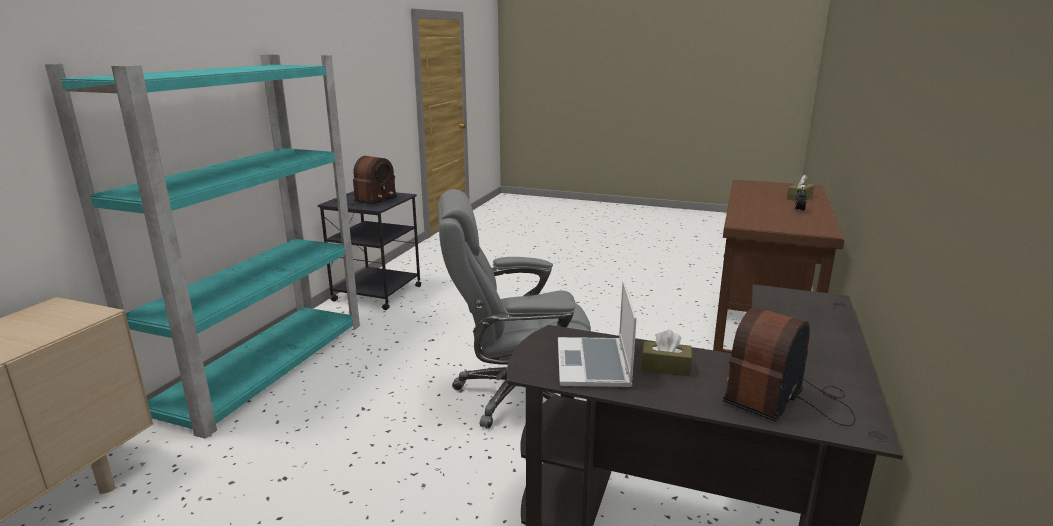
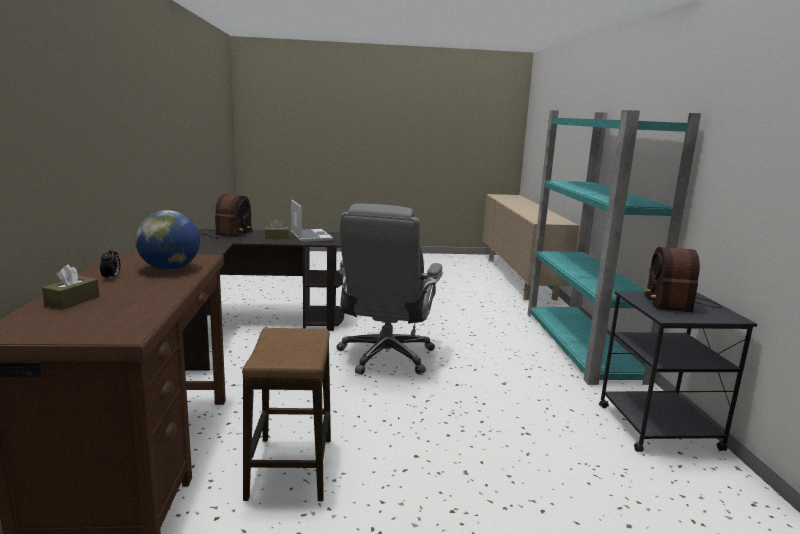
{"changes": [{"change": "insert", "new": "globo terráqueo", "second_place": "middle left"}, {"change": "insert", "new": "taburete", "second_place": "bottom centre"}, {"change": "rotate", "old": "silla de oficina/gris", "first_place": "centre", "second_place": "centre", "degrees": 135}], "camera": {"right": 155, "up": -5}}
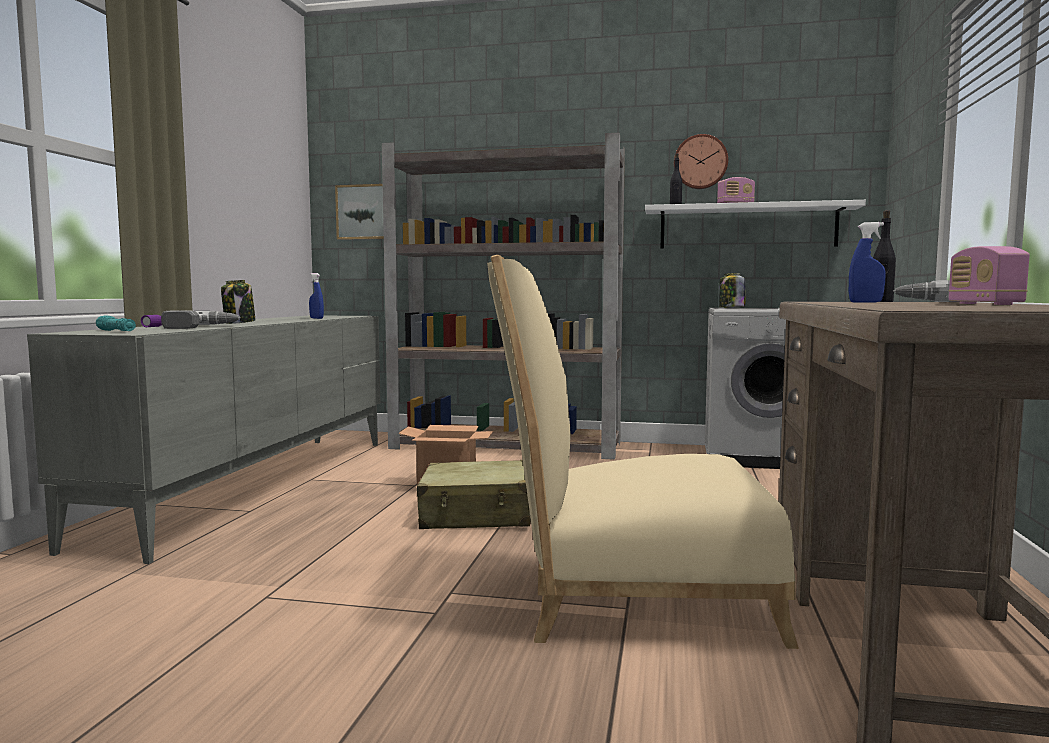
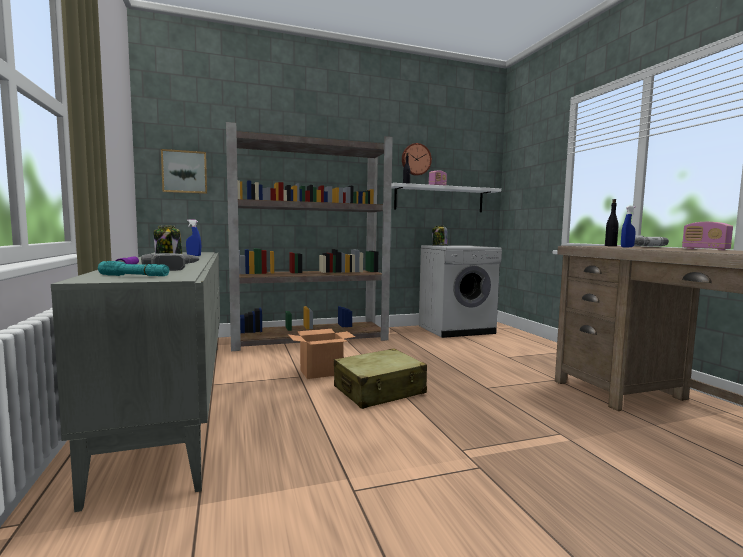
{"changes": [{"change": "delete", "old": "silla/beis", "first_place": "centre"}], "camera": {"right": -30, "up": 0}}
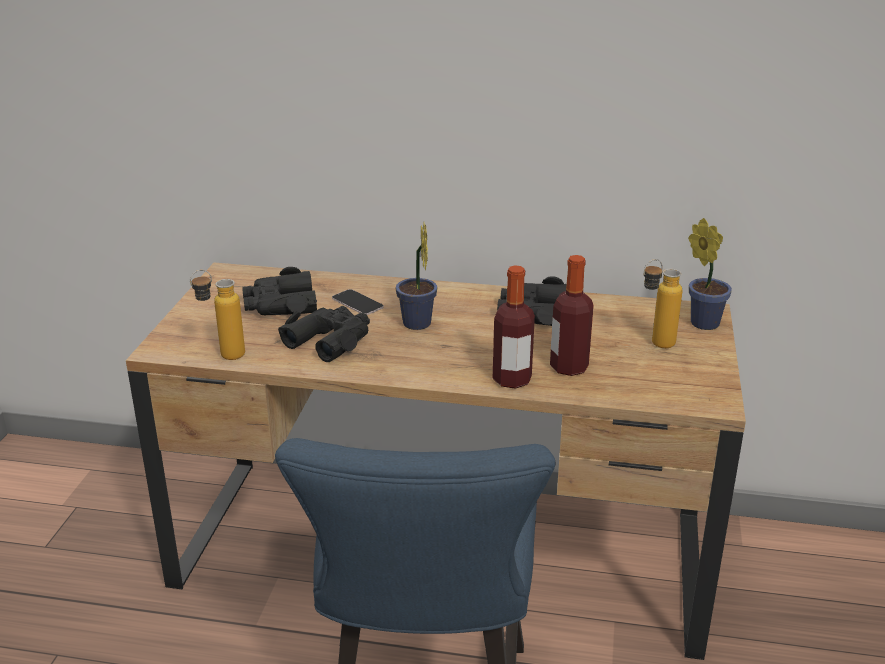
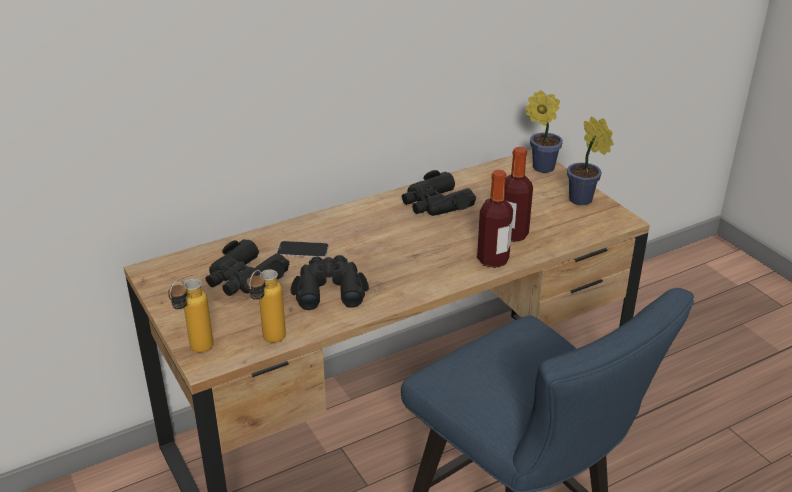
{"changes": [{"change": "move", "old": "botella (4th from left in the first image)", "new": "botella (1st from left)", "first_place": "middle right", "second_place": "middle left"}, {"change": "move", "old": "planta en maceta (1st from left in the first image)", "new": "planta en maceta (2nd from left)", "first_place": "centre", "second_place": "top right"}], "camera": {"right": -40, "up": 5}}
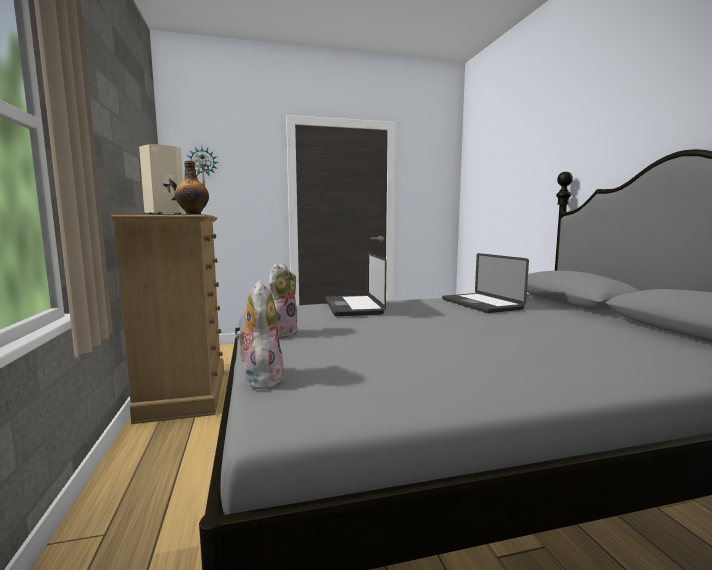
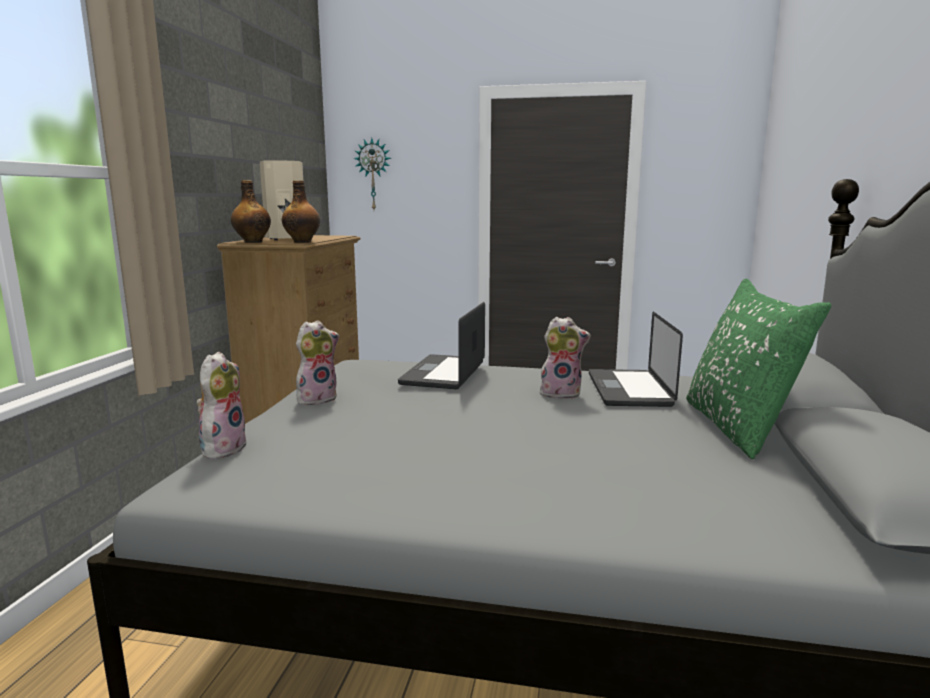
{"changes": [{"change": "insert", "new": "botella (1st from left)", "second_place": "top left"}, {"change": "insert", "new": "peluche (3rd from left)", "second_place": "centre"}, {"change": "insert", "new": "cojín/verde", "second_place": "middle right"}], "camera": {"right": 25, "up": 5}}
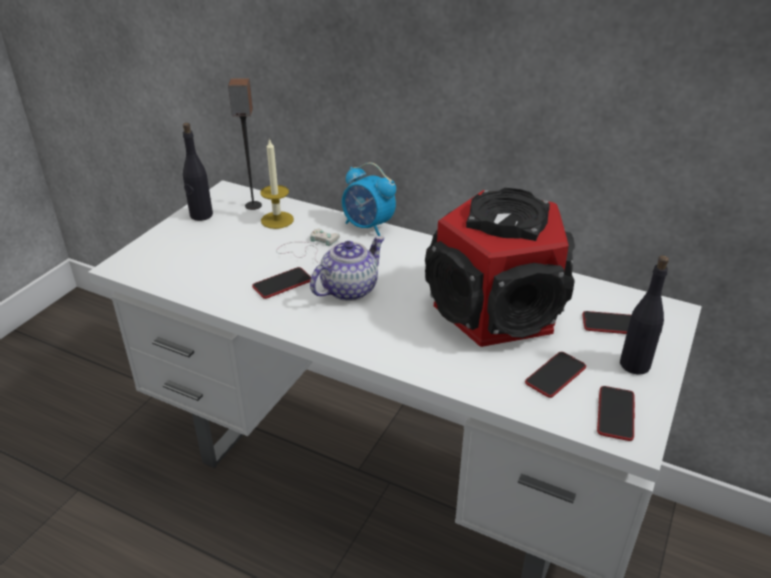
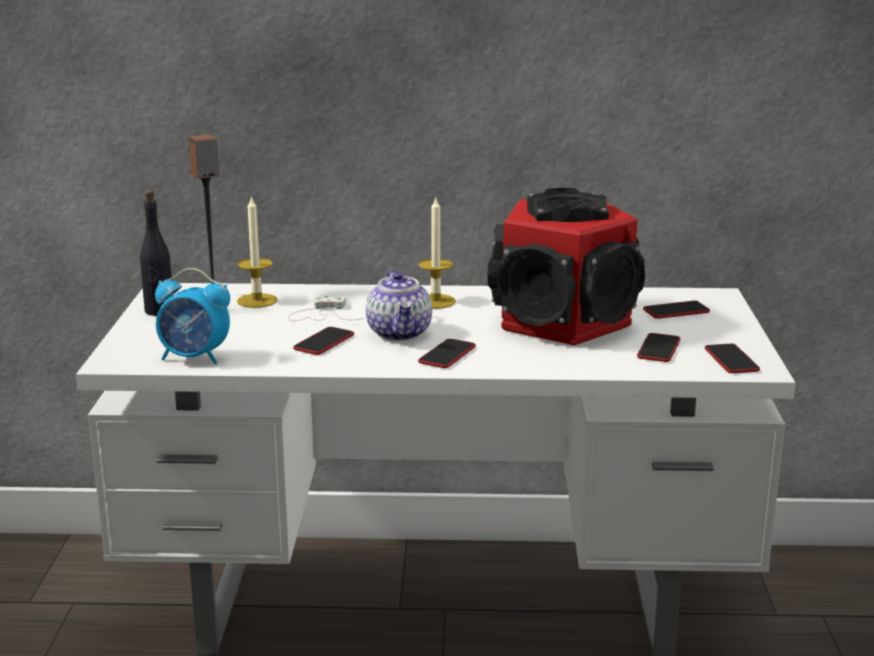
{"changes": [{"change": "move", "old": "despertador", "first_place": "centre", "second_place": "middle left"}, {"change": "rotate", "old": "tetera", "first_place": "centre", "second_place": "centre", "degrees": 150}, {"change": "insert", "new": "vela (2nd from left)", "second_place": "centre"}, {"change": "insert", "new": "móvil (2nd from left)", "second_place": "centre"}, {"change": "delete", "old": "botella/negro (2nd from left)", "first_place": "middle right"}], "camera": {"right": -25, "up": -15}}
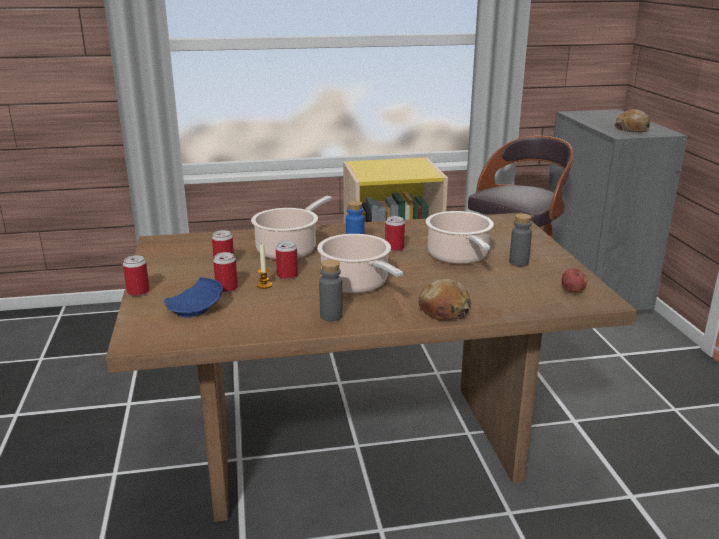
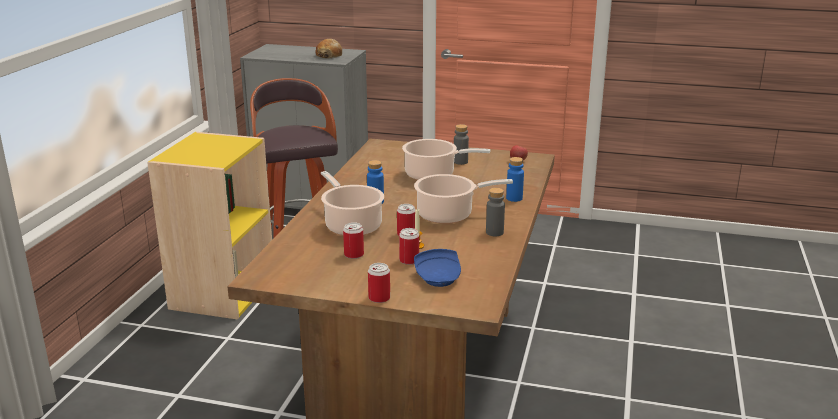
{"changes": [{"change": "replace", "old": "pan (1st from left)", "new": "botella/azul (2nd from left)", "first_place": "centre", "second_place": "centre"}, {"change": "delete", "old": "lata (5th from left)", "first_place": "centre"}], "camera": {"right": -65, "up": 0}}
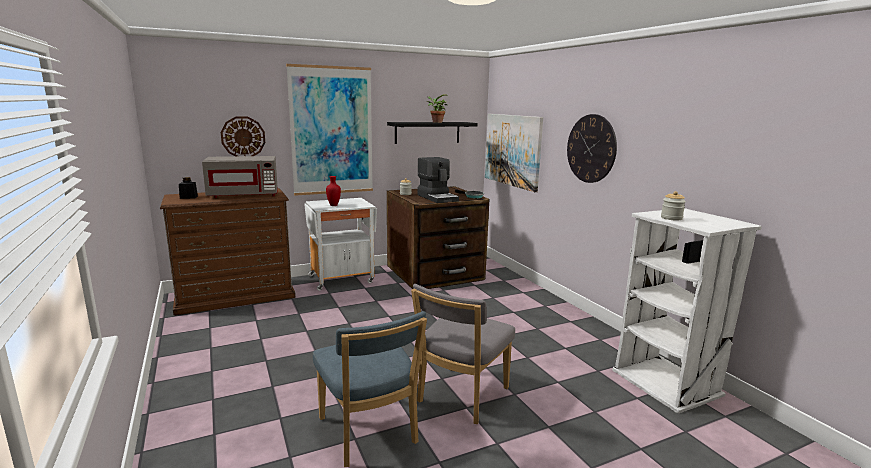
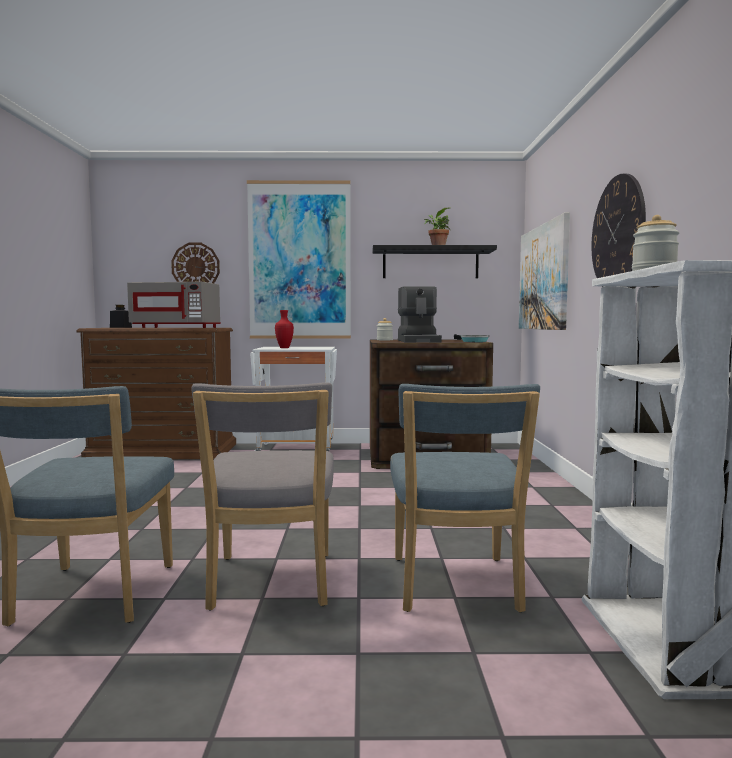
{"changes": [{"change": "rotate", "old": "silla/gris", "first_place": "bottom centre", "second_place": "centre", "degrees": -60}, {"change": "insert", "new": "silla/azul (2nd from left)", "second_place": "centre"}], "camera": {"right": 25, "up": -10}}
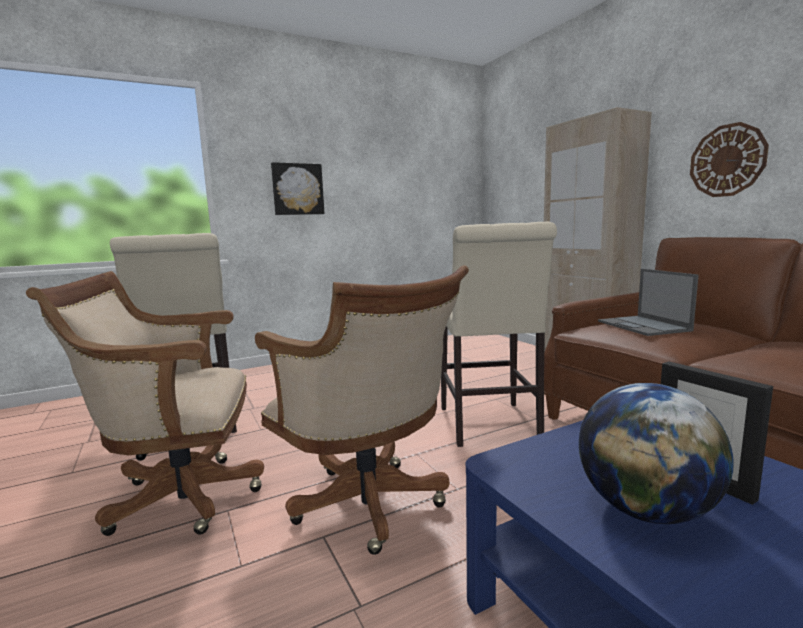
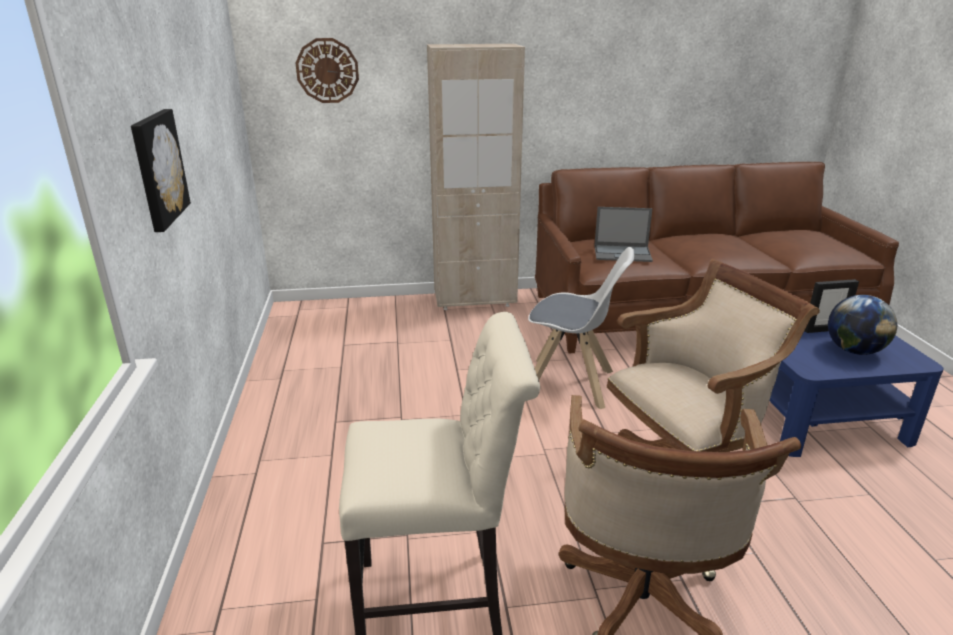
{"changes": [{"change": "move", "old": "reloj de pared", "first_place": "top right", "second_place": "top centre"}, {"change": "replace", "old": "taburete/beis (2nd from left)", "new": "silla", "first_place": "centre", "second_place": "centre"}], "camera": {"right": -70, "up": 15}}
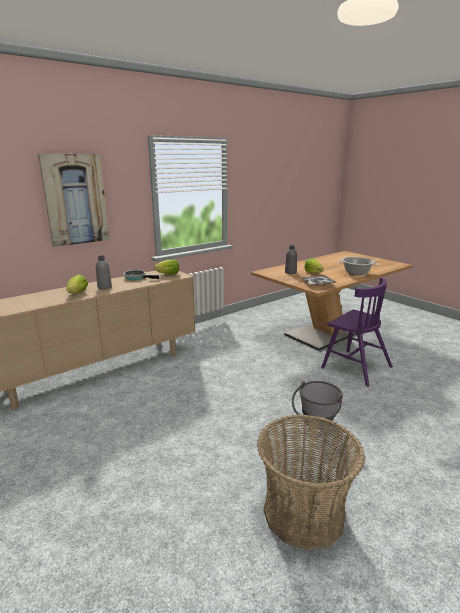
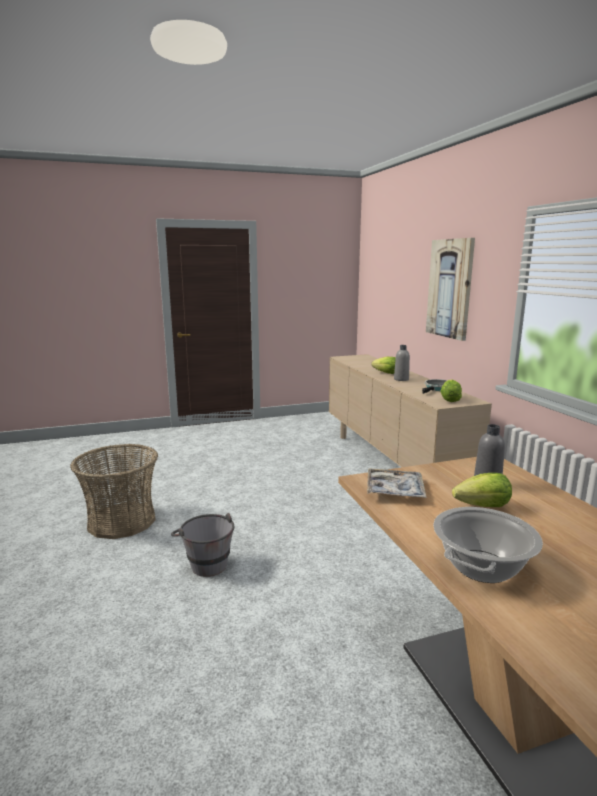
{"changes": [{"change": "delete", "old": "silla/morado", "first_place": "middle right"}], "camera": {"right": 110, "up": -5}}
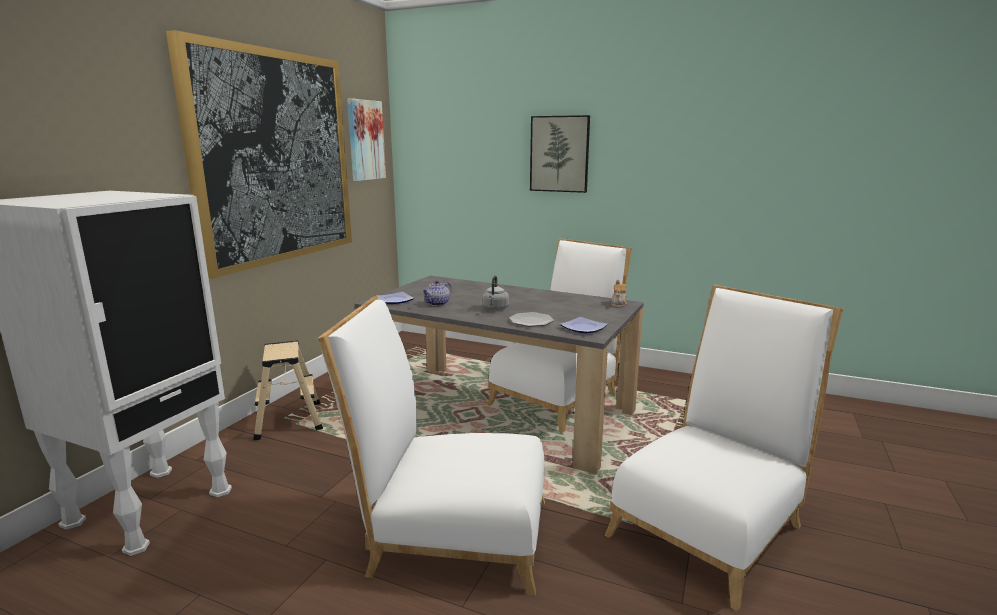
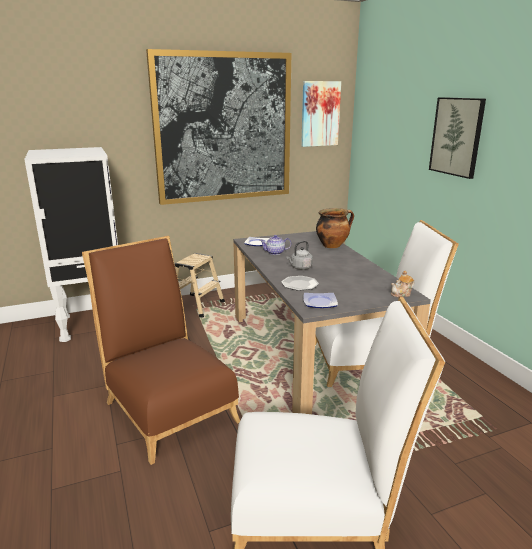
{"changes": [{"change": "recolor", "old": "silla/blanco (1st from left)", "new": "silla/marrón", "first_place": "bottom centre", "second_place": "middle left"}, {"change": "insert", "new": "olla", "second_place": "centre"}], "camera": {"right": 45, "up": 5}}
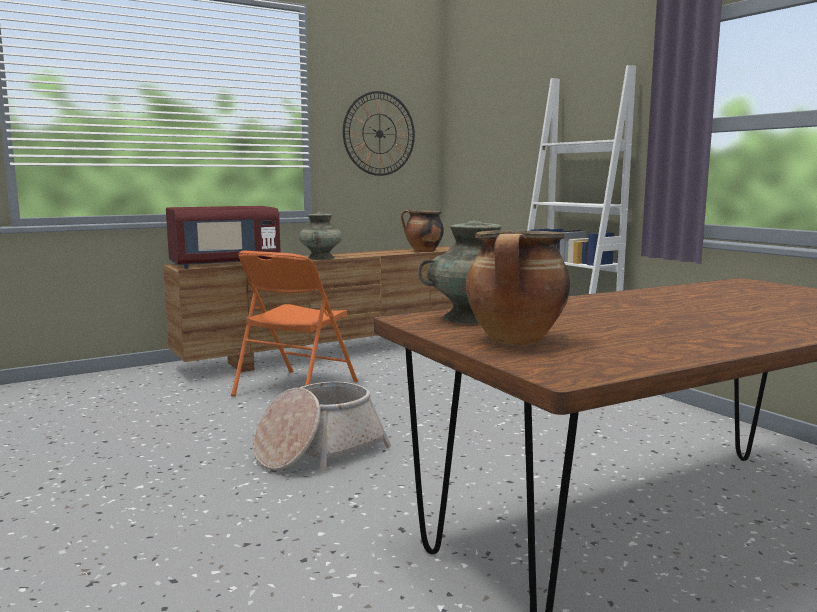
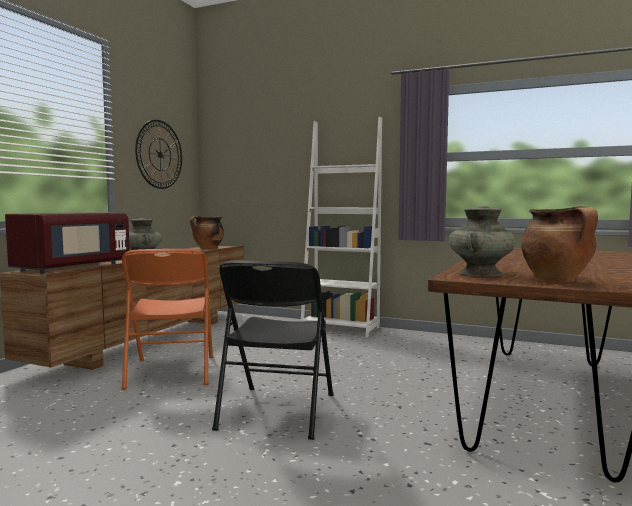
{"changes": [{"change": "replace", "old": "cesta", "new": "silla/negro", "first_place": "bottom centre", "second_place": "bottom centre"}], "camera": {"right": -35, "up": -5}}
